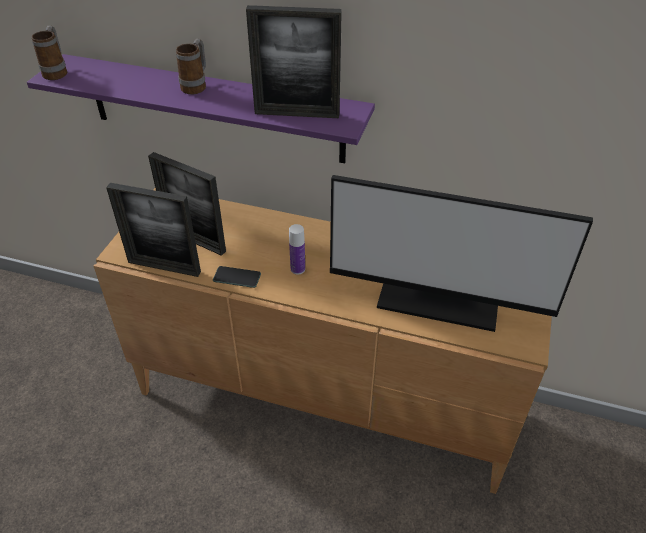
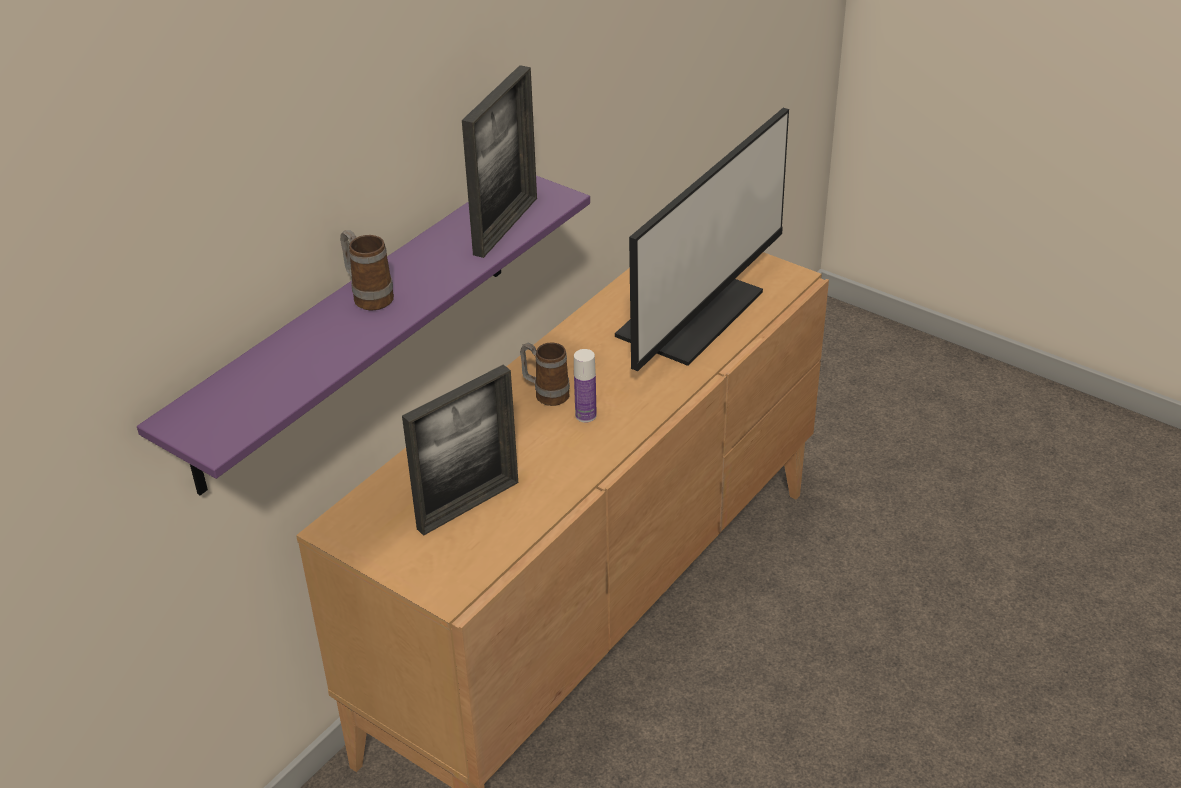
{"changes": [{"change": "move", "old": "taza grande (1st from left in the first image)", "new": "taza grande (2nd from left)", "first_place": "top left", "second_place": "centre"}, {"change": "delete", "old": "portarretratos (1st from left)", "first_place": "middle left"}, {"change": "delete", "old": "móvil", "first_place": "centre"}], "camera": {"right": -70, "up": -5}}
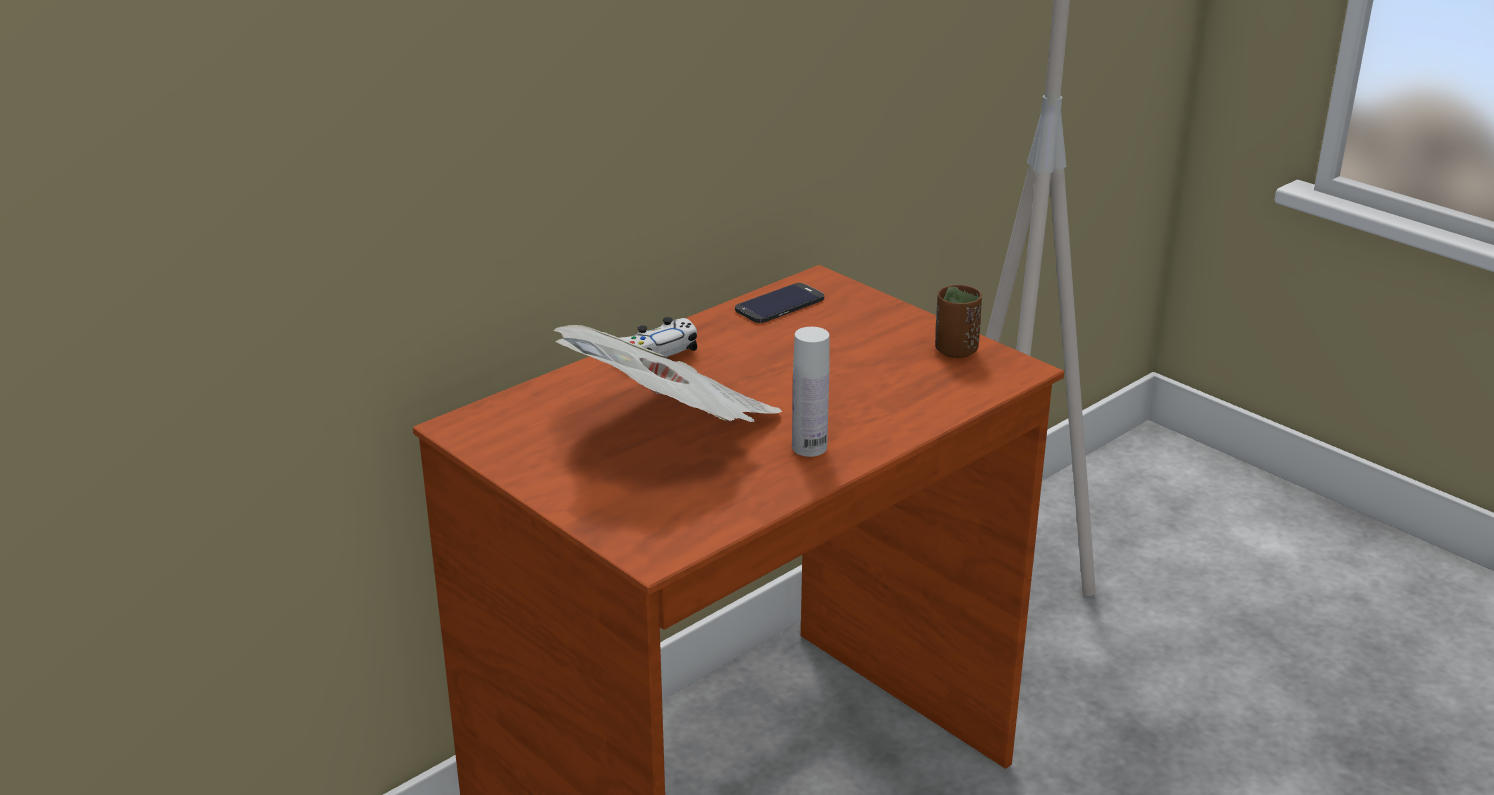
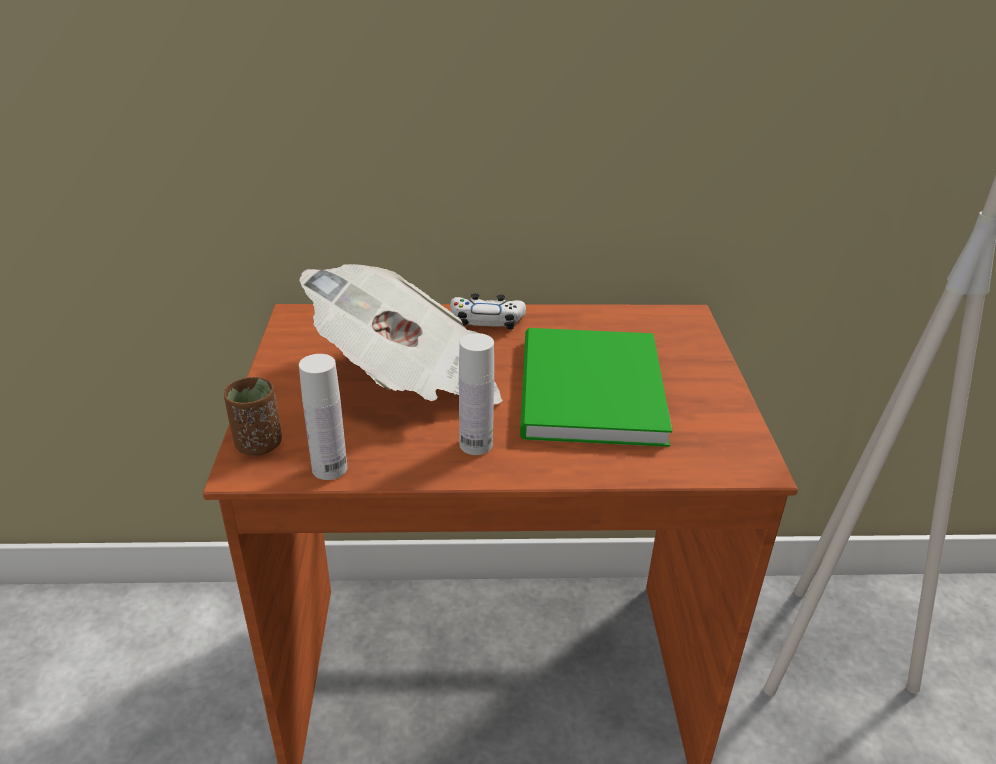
{"changes": [{"change": "move", "old": "taza/marrón", "first_place": "centre", "second_place": "middle left"}, {"change": "insert", "new": "botella/blanco (1st from left)", "second_place": "middle left"}, {"change": "insert", "new": "libro/verde", "second_place": "centre"}, {"change": "delete", "old": "móvil", "first_place": "centre"}], "camera": {"right": 40, "up": 5}}
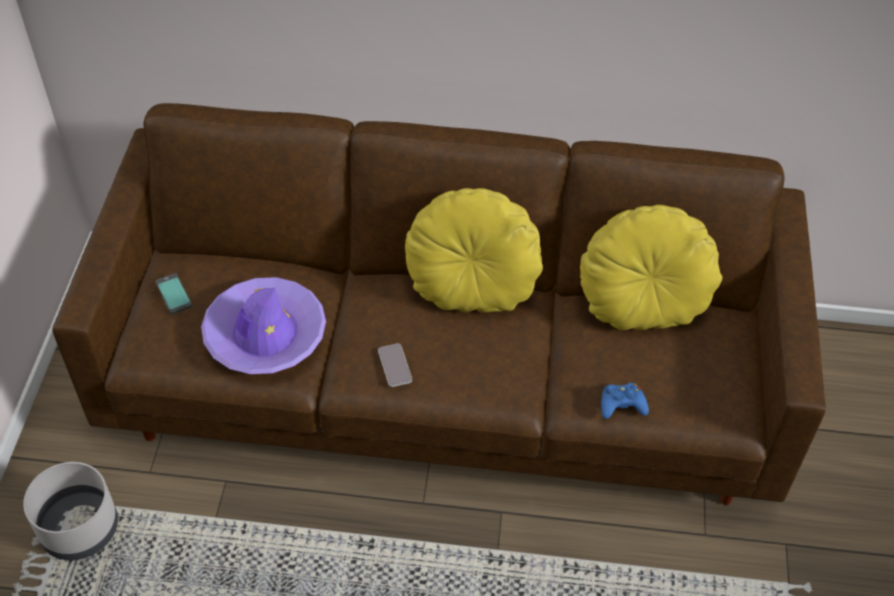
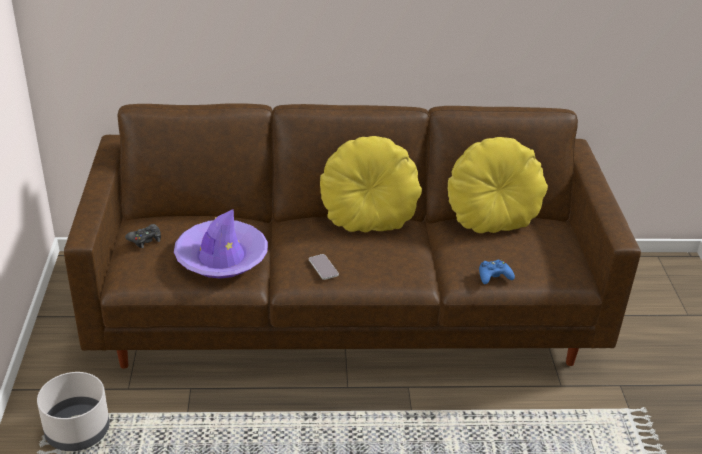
{"changes": [{"change": "replace", "old": "móvil (1st from left)", "new": "mando de consola/negro", "first_place": "middle left", "second_place": "middle left"}], "camera": {"right": -10, "up": -15}}
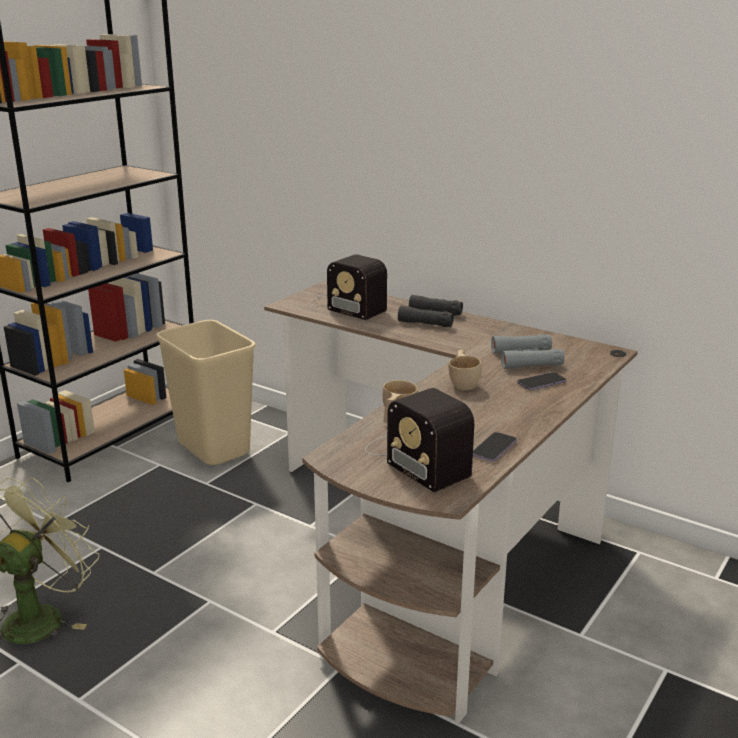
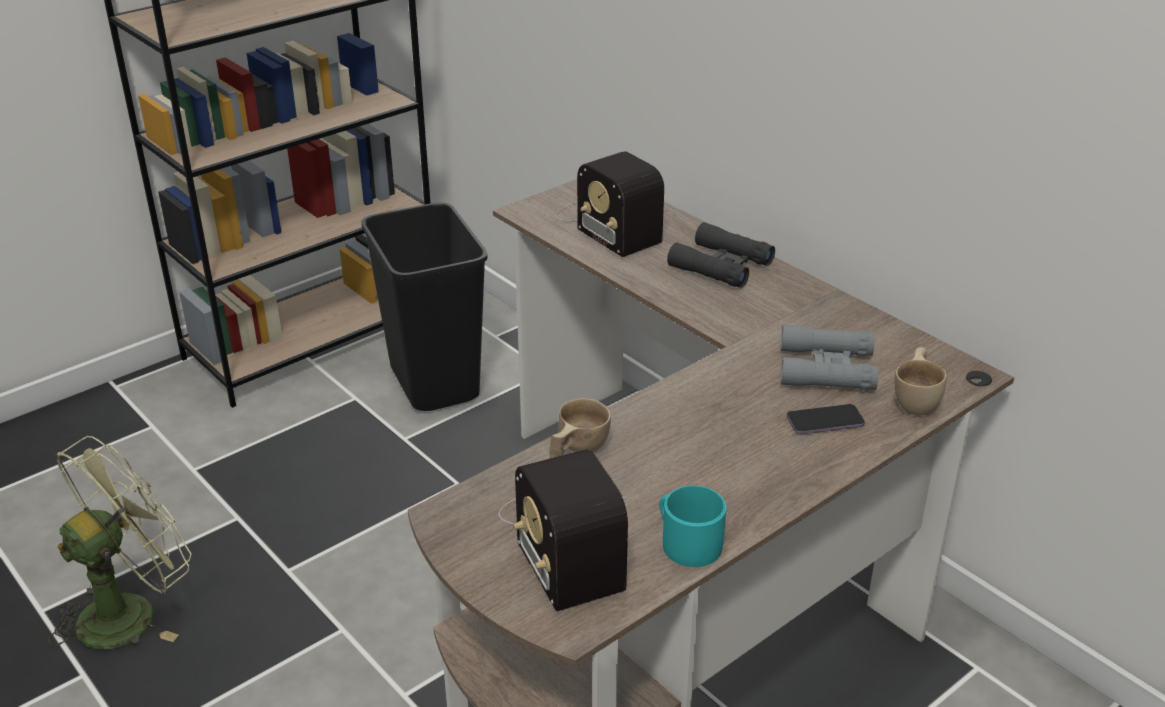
{"changes": [{"change": "recolor", "old": "papelera/beis", "new": "papelera/negro", "first_place": "middle left", "second_place": "centre"}, {"change": "replace", "old": "móvil (1st from left)", "new": "taza grande/turquesa", "first_place": "middle right", "second_place": "bottom centre"}, {"change": "move", "old": "taza/beis (2nd from left)", "first_place": "centre", "second_place": "middle right"}], "camera": {"right": 15, "up": 10}}
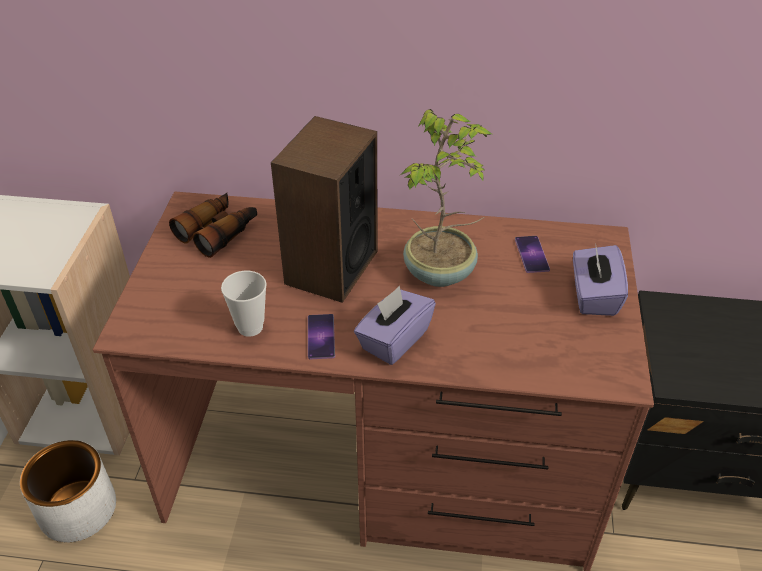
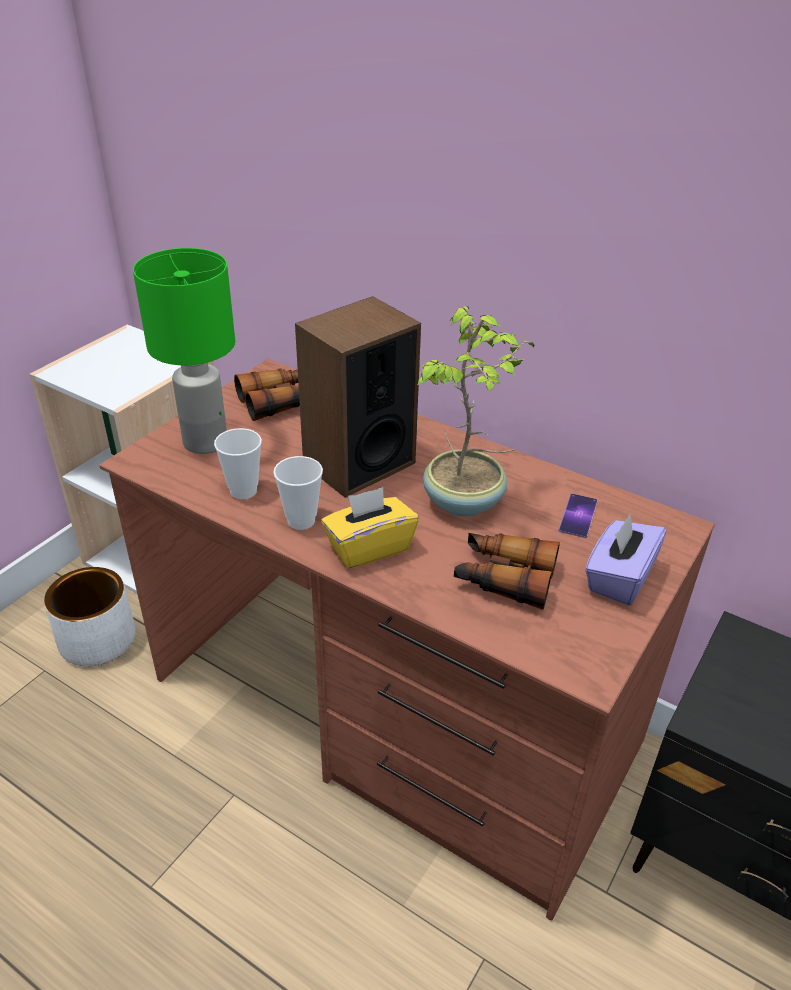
{"changes": [{"change": "insert", "new": "lámpara de mesa/verde", "second_place": "middle left"}, {"change": "replace", "old": "móvil (1st from left)", "new": "taza (2nd from left)", "first_place": "centre", "second_place": "centre"}, {"change": "recolor", "old": "caja de pañuelos/morado (1st from left)", "new": "caja de pañuelos/amarillo", "first_place": "centre", "second_place": "centre"}, {"change": "insert", "new": "prismáticos (2nd from left)", "second_place": "centre"}], "camera": {"right": 25, "up": -5}}
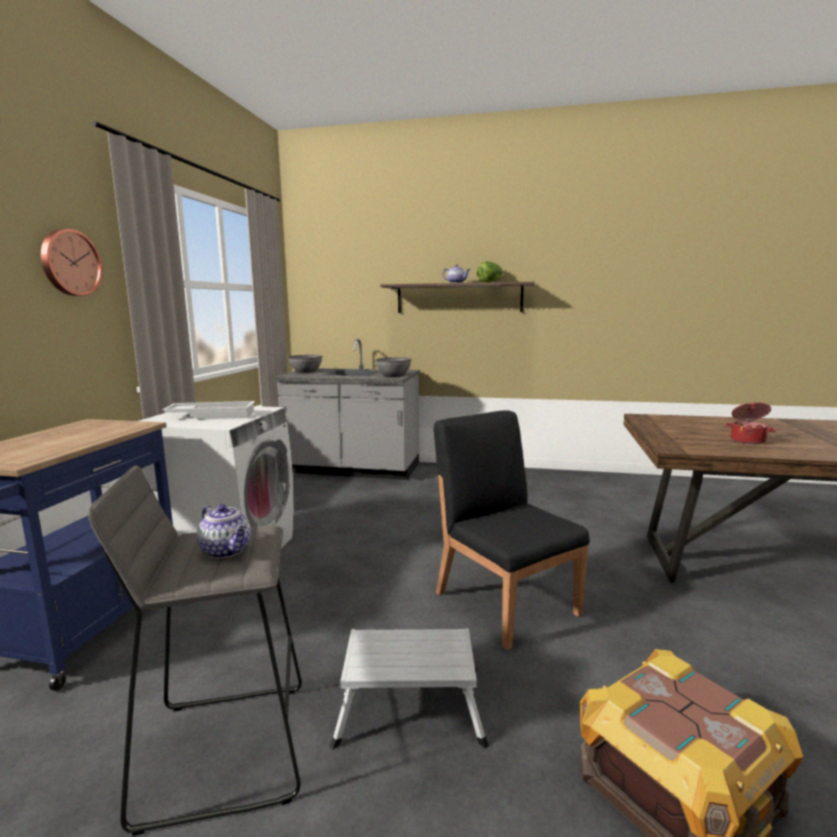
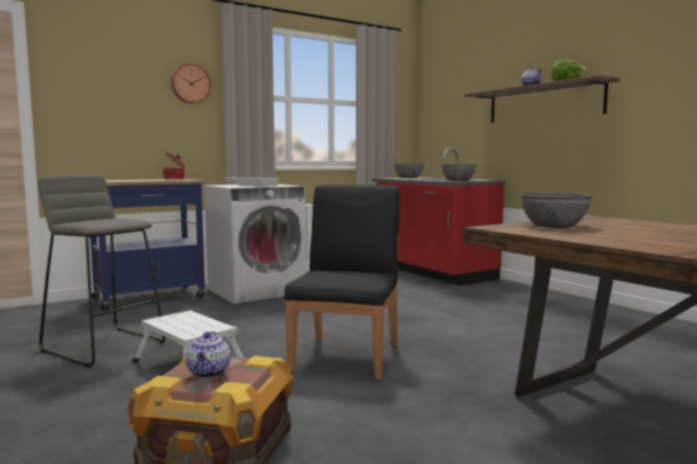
{"changes": [{"change": "move", "old": "olla", "first_place": "middle right", "second_place": "middle left"}, {"change": "move", "old": "tetera (1st from left)", "first_place": "middle left", "second_place": "bottom left"}, {"change": "recolor", "old": "mueble bajo de cocina/gris", "new": "mueble bajo de cocina/rojo", "first_place": "centre", "second_place": "centre"}, {"change": "insert", "new": "cuenco/gris (3rd from left)", "second_place": "middle right"}], "camera": {"right": 45, "up": -5}}
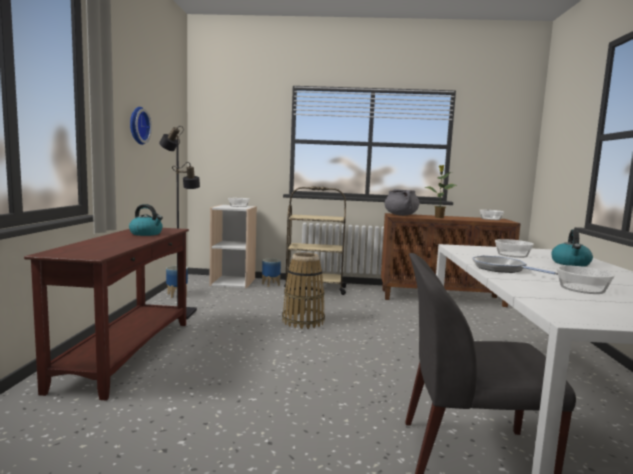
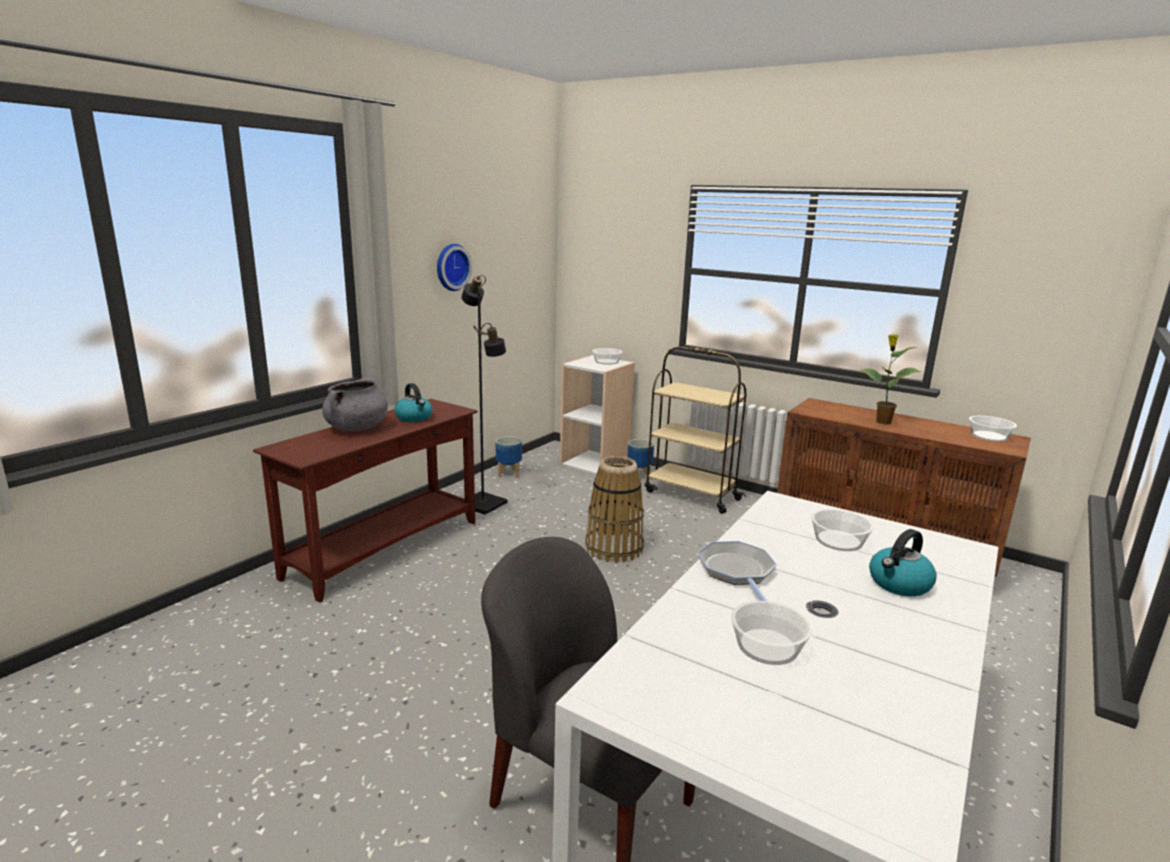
{"changes": [{"change": "move", "old": "olla/gris", "first_place": "centre", "second_place": "middle left"}], "camera": {"right": 30, "up": 10}}
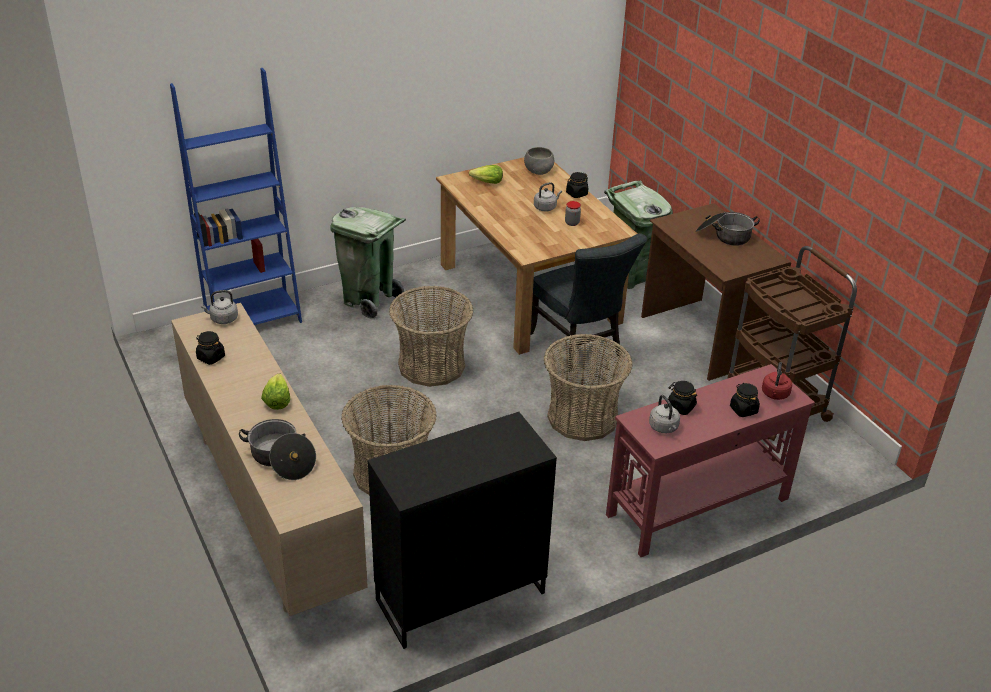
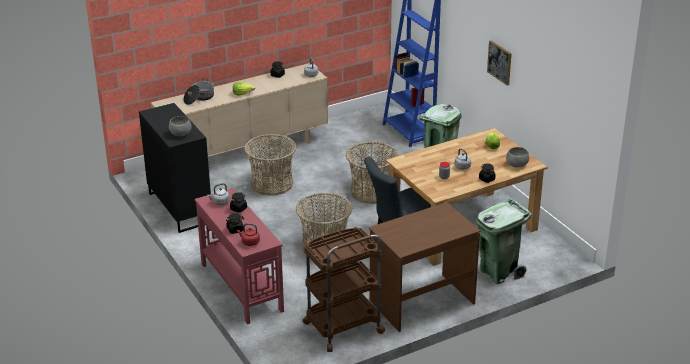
{"changes": [{"change": "insert", "new": "cuenco/gris (1st from left)", "second_place": "middle left"}, {"change": "insert", "new": "cuadro", "second_place": "top right"}, {"change": "delete", "old": "olla (2nd from left)", "first_place": "top right"}], "camera": {"right": 90, "up": -5}}
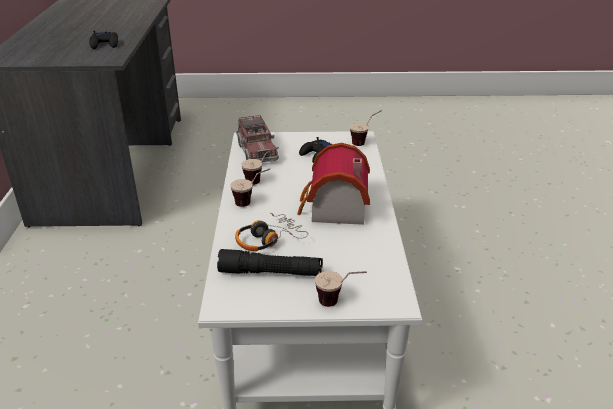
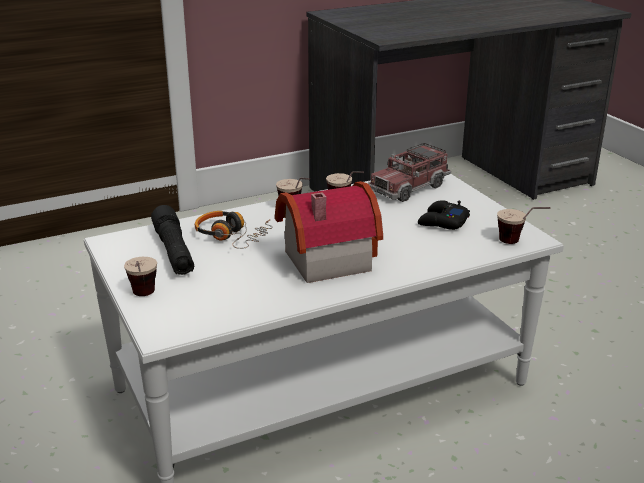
{"changes": [{"change": "delete", "old": "mando de consola/negro (1st from left)", "first_place": "top left"}], "camera": {"right": 65, "up": -5}}
